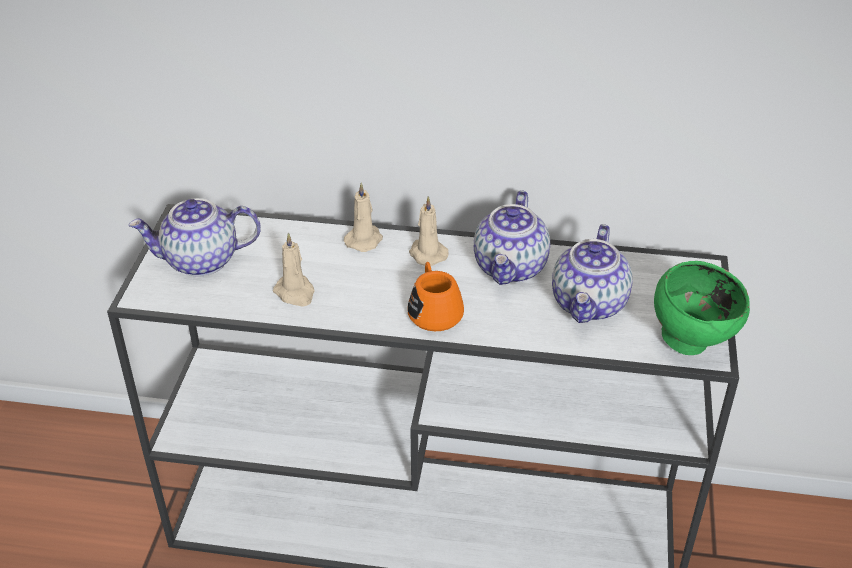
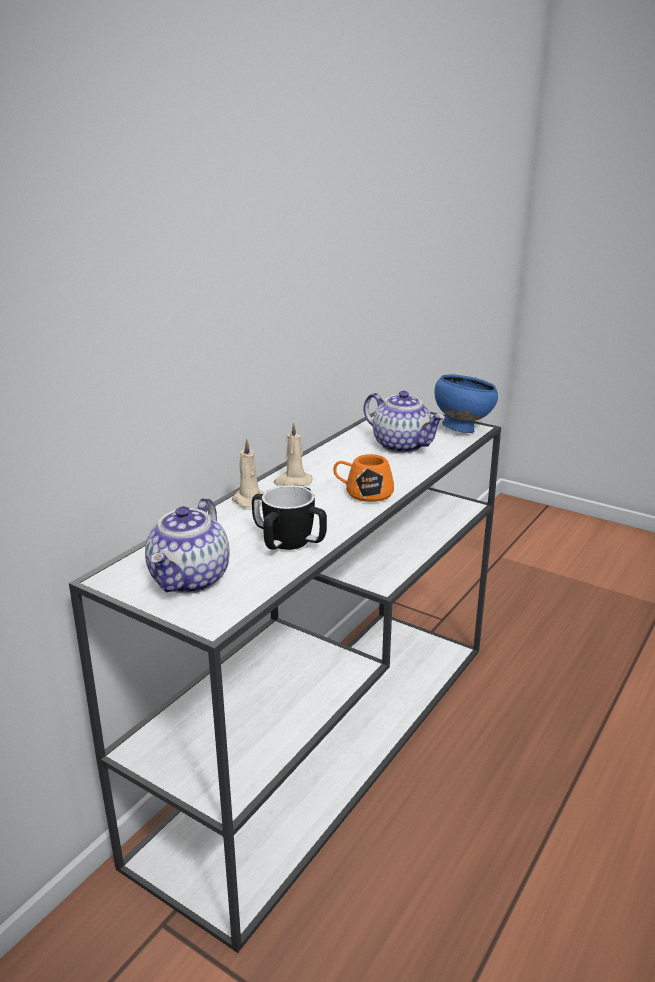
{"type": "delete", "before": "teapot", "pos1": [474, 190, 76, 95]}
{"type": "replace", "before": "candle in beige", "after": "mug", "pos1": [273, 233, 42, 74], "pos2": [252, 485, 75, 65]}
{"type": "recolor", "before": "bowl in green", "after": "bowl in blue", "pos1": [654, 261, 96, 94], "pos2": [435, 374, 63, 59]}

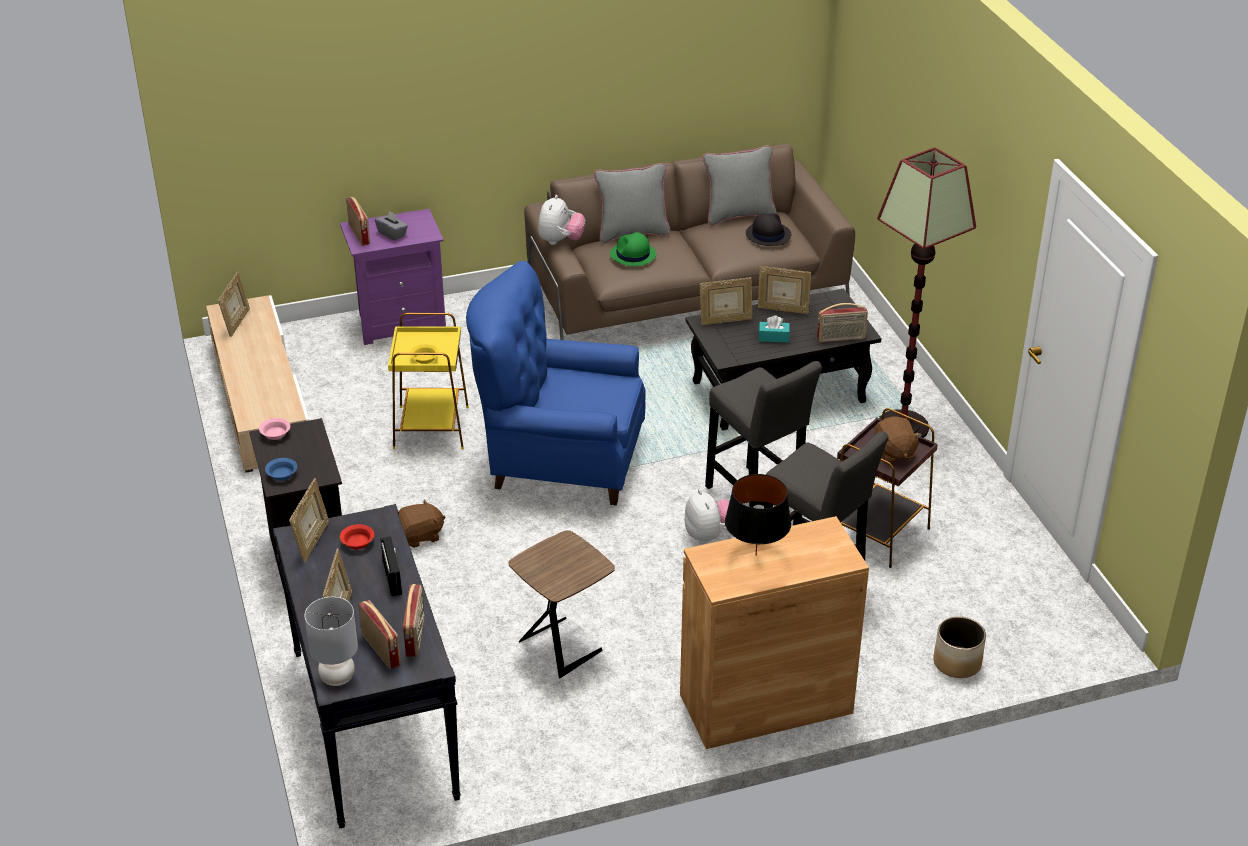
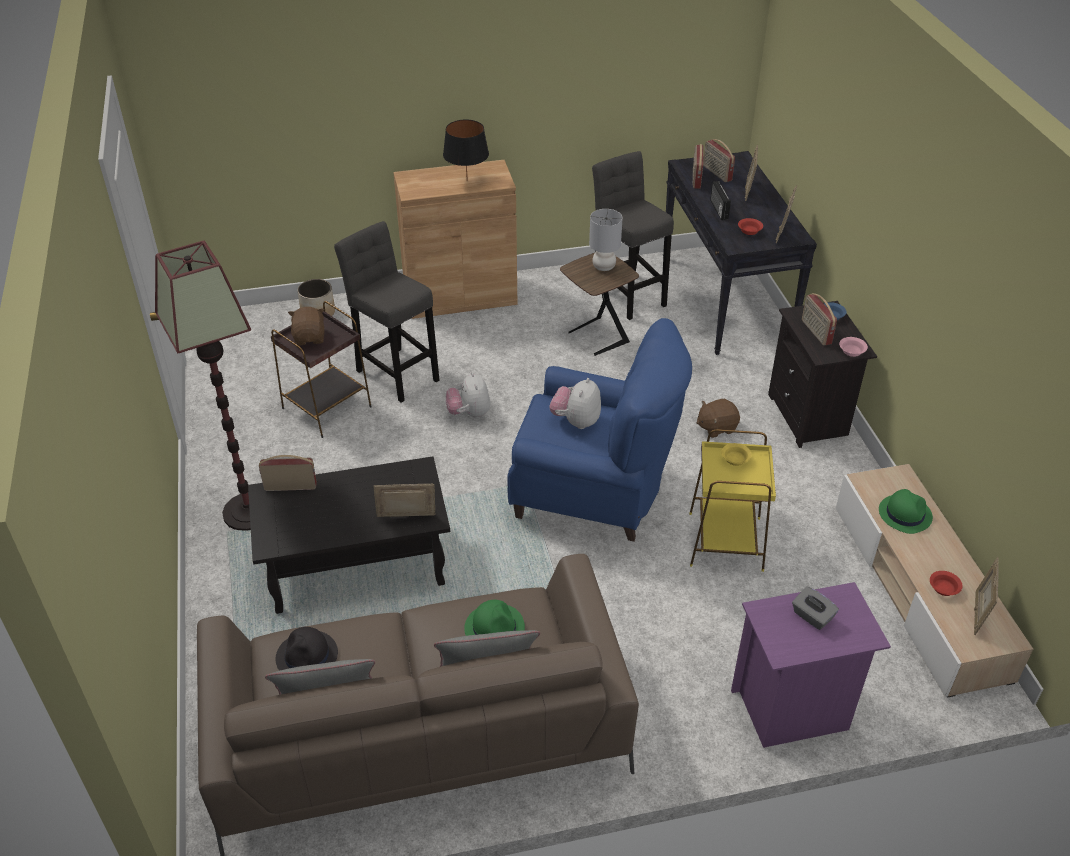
{"type": "move", "before": "plush toy", "pos1": [538, 195, 48, 50], "pos2": [549, 378, 52, 51]}
{"type": "move", "before": "radio", "pos1": [346, 197, 24, 49], "pos2": [802, 293, 35, 53]}
{"type": "delete", "before": "picture frame", "pos1": [758, 266, 53, 48]}
{"type": "delete", "before": "tissue box in turquoise", "pos1": [759, 315, 31, 28]}
{"type": "move", "before": "stool in grey", "pos1": [705, 361, 117, 147], "pos2": [592, 151, 82, 169]}
{"type": "move", "before": "table lamp in grey", "pos1": [304, 597, 54, 89], "pos2": [589, 209, 34, 62]}
{"type": "insert", "after": "hat in green", "pos2": [879, 489, 54, 45]}
{"type": "insert", "after": "bowl in red", "pos2": [930, 571, 33, 25]}

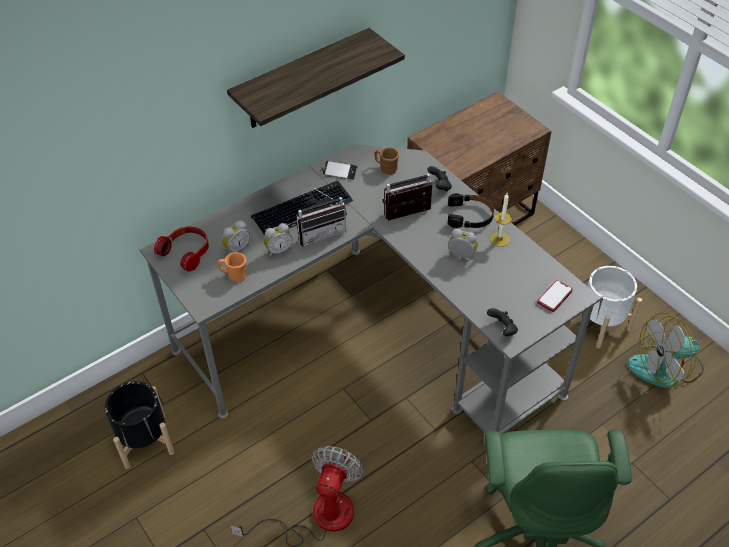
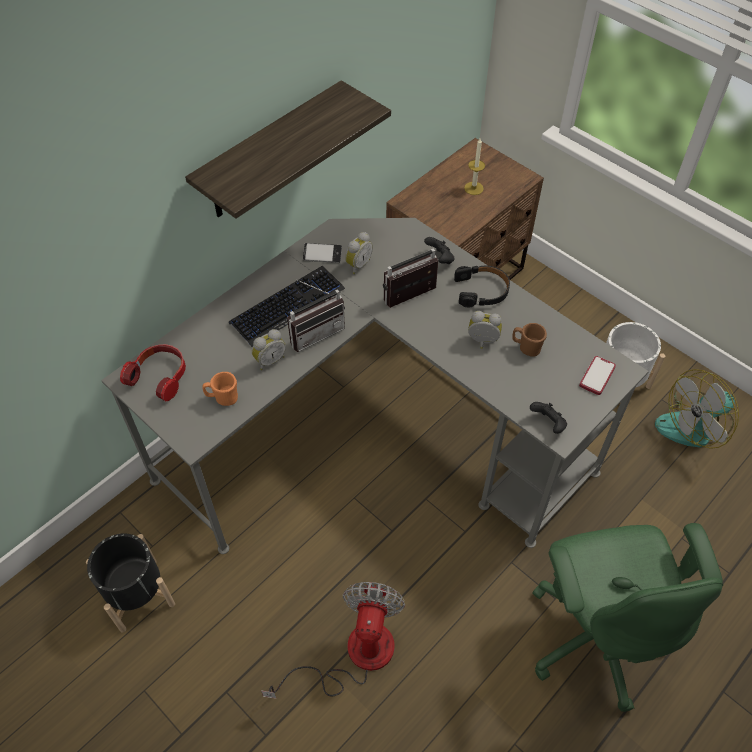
{"type": "move", "before": "mug in brown", "pos1": [375, 147, 24, 28], "pos2": [512, 323, 35, 34]}
{"type": "move", "before": "candle", "pos1": [490, 193, 22, 54], "pos2": [464, 138, 21, 57]}
{"type": "move", "before": "alarm clock", "pos1": [222, 220, 28, 33], "pos2": [345, 232, 28, 42]}

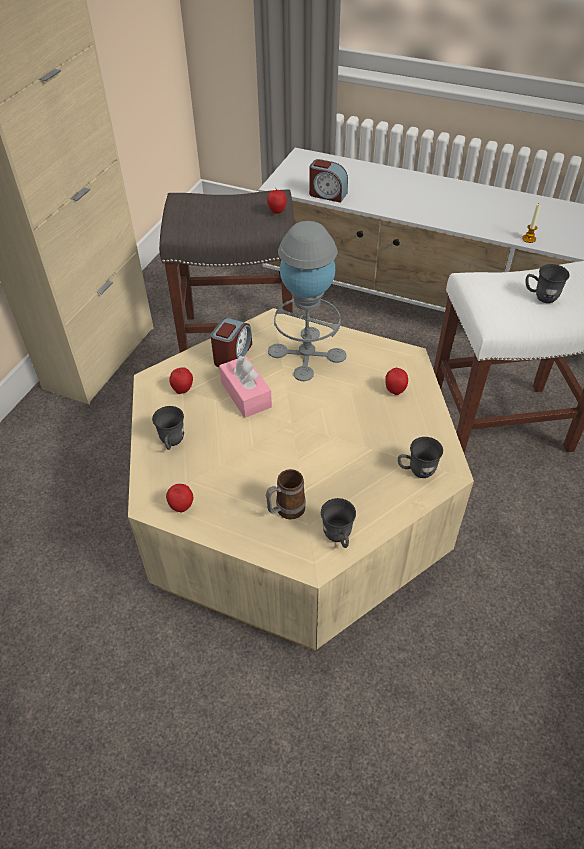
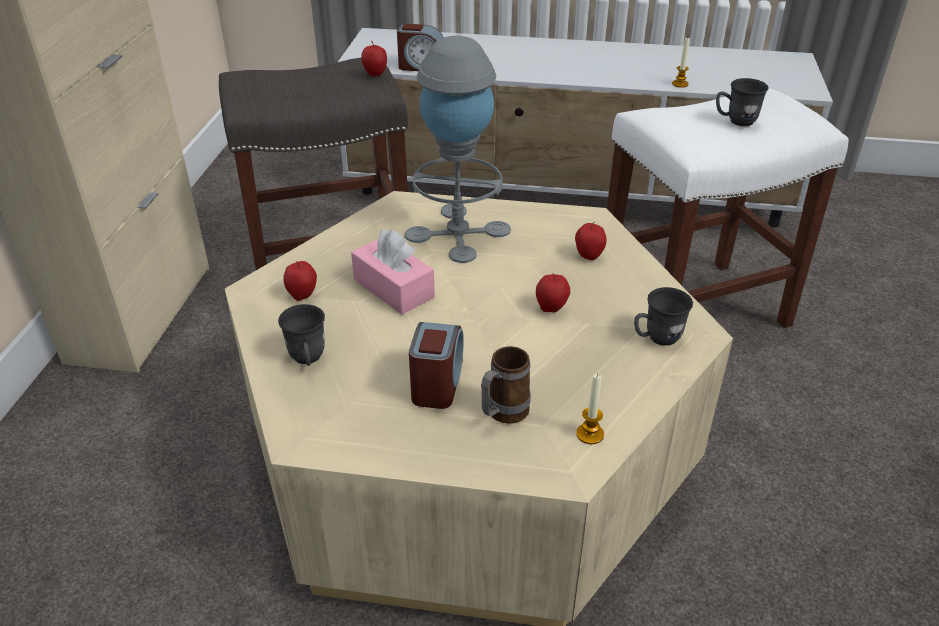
{"type": "move", "before": "alarm clock", "pos1": [211, 318, 41, 49], "pos2": [409, 322, 55, 87]}
{"type": "move", "before": "apple", "pos1": [166, 484, 27, 28], "pos2": [536, 273, 34, 39]}
{"type": "replace", "before": "mug in grey", "after": "candle", "pos1": [321, 498, 35, 50], "pos2": [576, 374, 28, 70]}

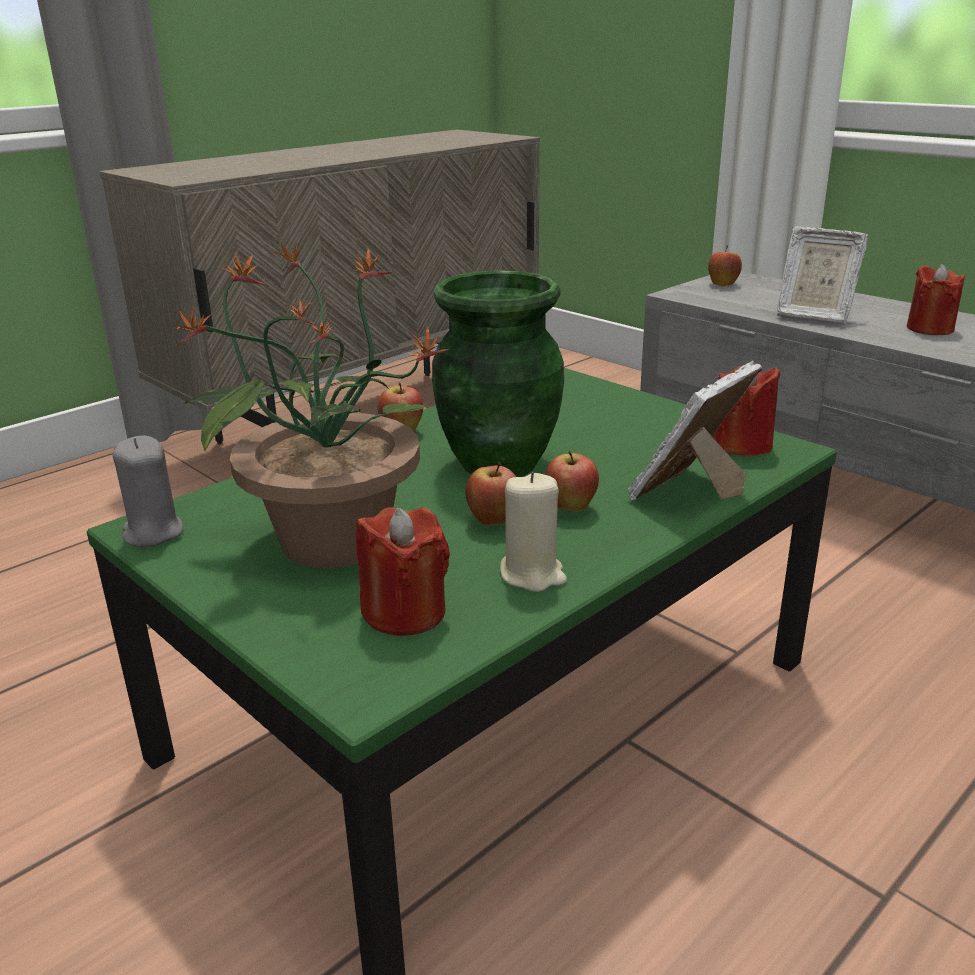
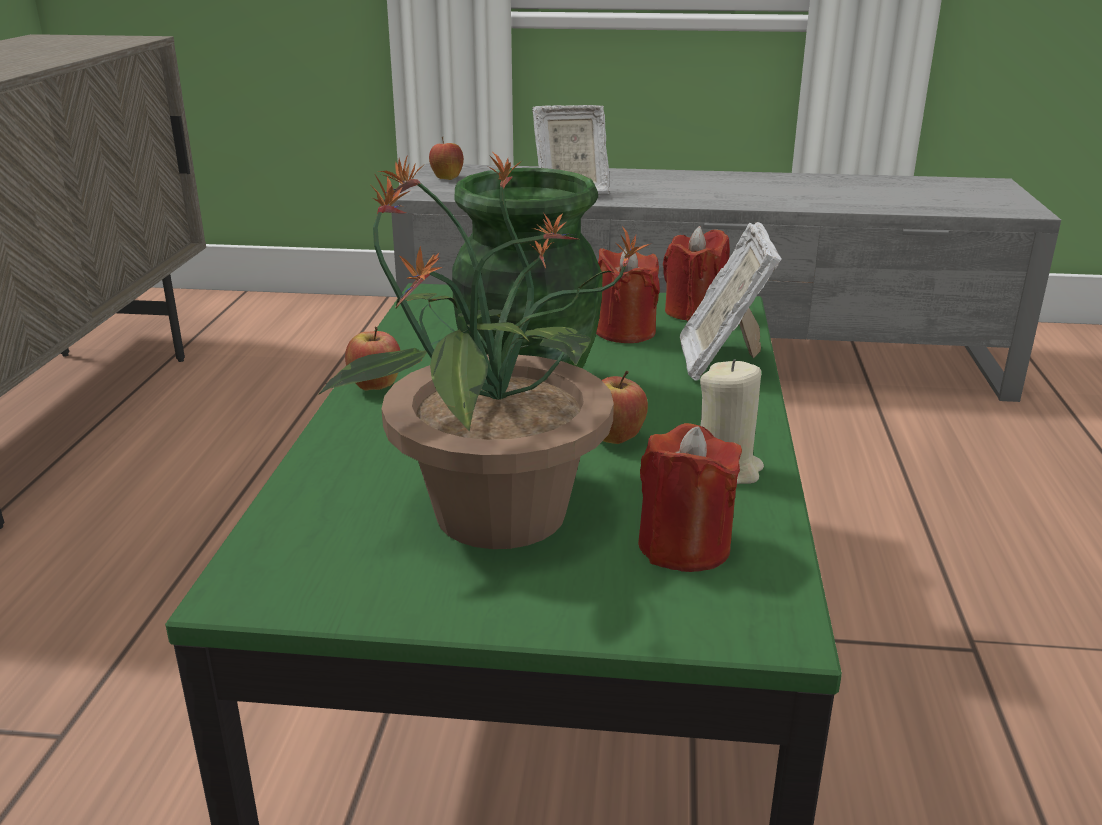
{"type": "move", "before": "candle in red", "pos1": [907, 264, 58, 71], "pos2": [596, 248, 64, 95]}
{"type": "delete", "before": "candle in grey", "pos1": [113, 436, 70, 111]}
{"type": "delete", "before": "apple", "pos1": [545, 451, 54, 61]}

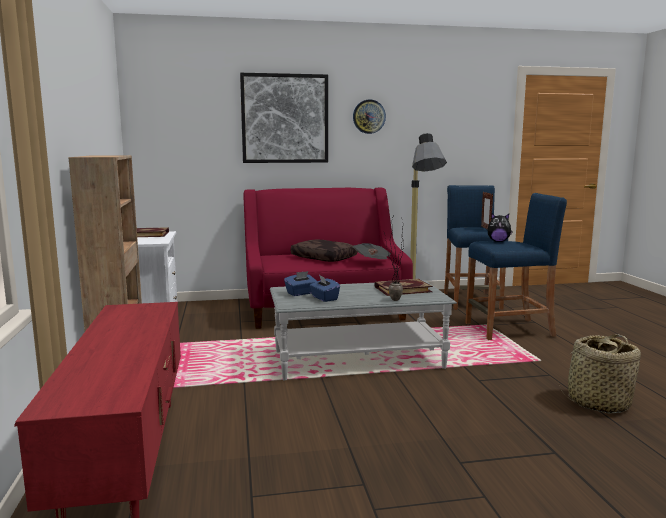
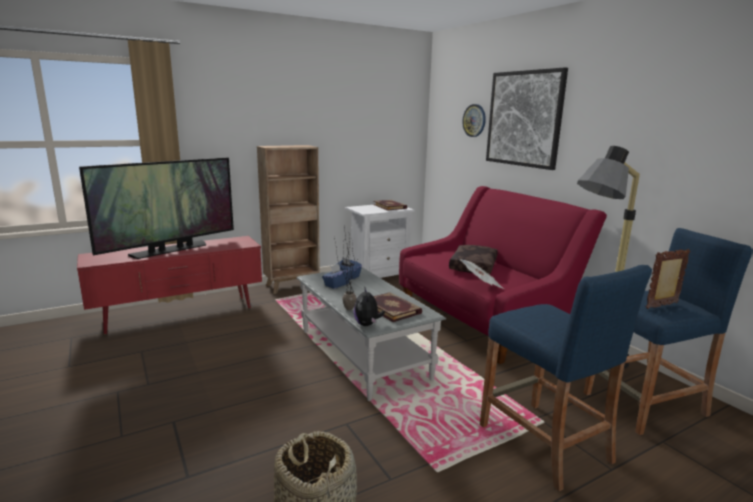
{"type": "move", "before": "wall clock", "pos1": [353, 100, 33, 34], "pos2": [462, 104, 24, 33]}
{"type": "move", "before": "plush toy", "pos1": [487, 213, 26, 29], "pos2": [354, 286, 31, 40]}
{"type": "insert", "after": "television", "pos2": [79, 158, 155, 101]}

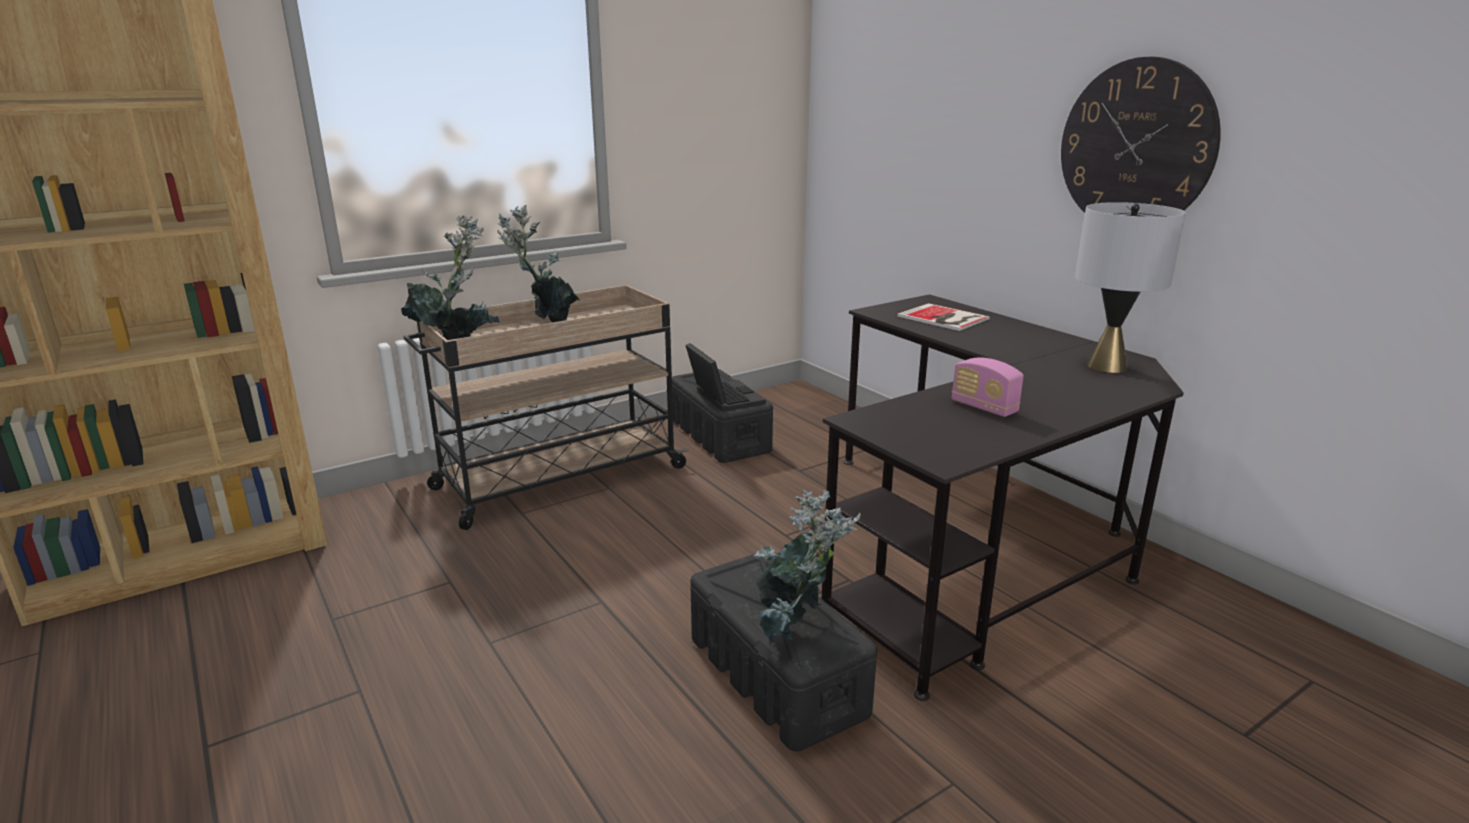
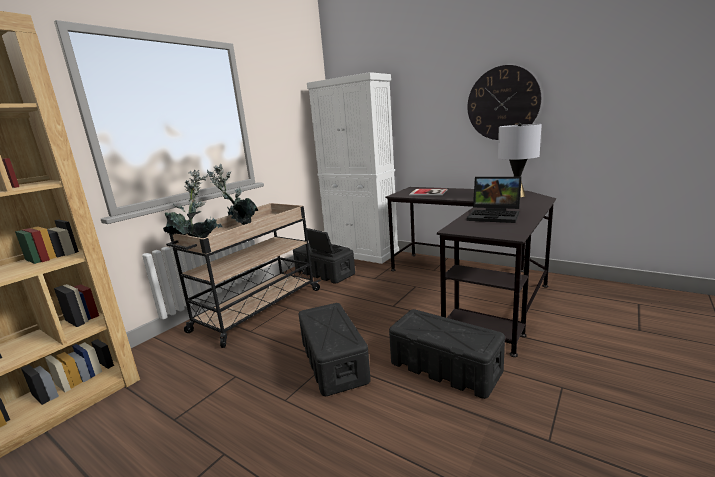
{"type": "replace", "before": "radio", "after": "laptop", "pos1": [952, 357, 72, 60], "pos2": [467, 176, 55, 47]}
{"type": "delete", "before": "potted plant", "pos1": [754, 488, 107, 157]}
{"type": "insert", "after": "cabinet in white", "pos2": [307, 72, 92, 192]}
{"type": "insert", "after": "storage box in black", "pos2": [299, 303, 72, 93]}

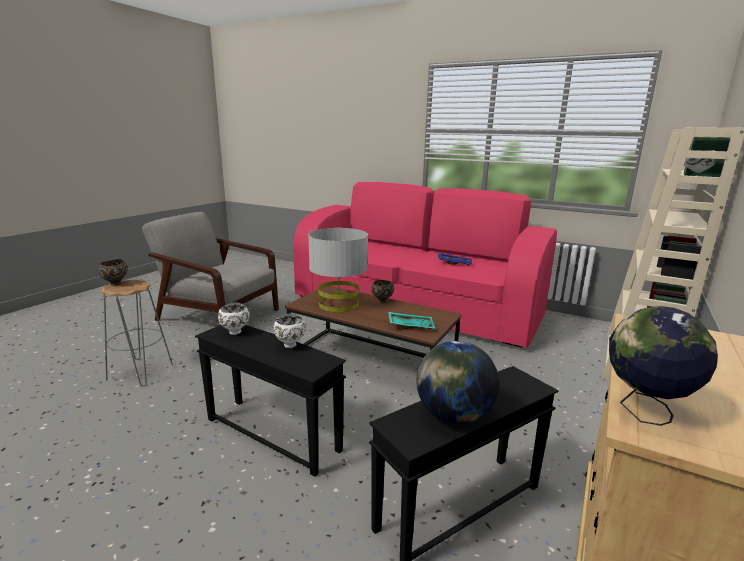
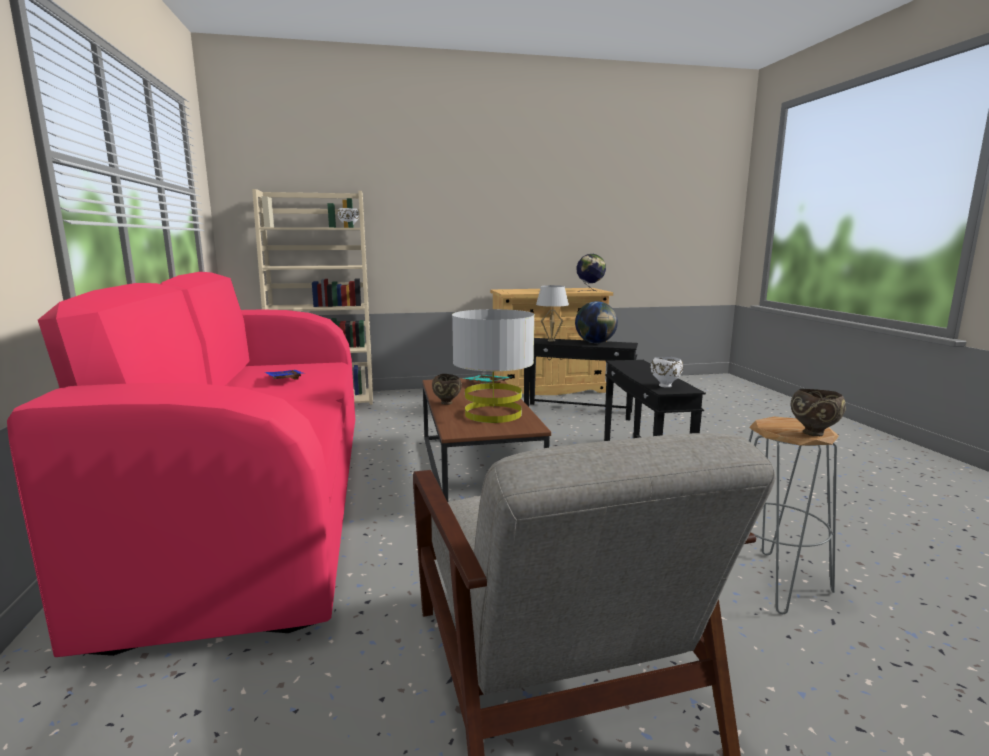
{"type": "delete", "before": "bowl in white", "pos1": [274, 314, 32, 34]}
{"type": "insert", "after": "table lamp in white", "pos2": [536, 285, 33, 56]}

